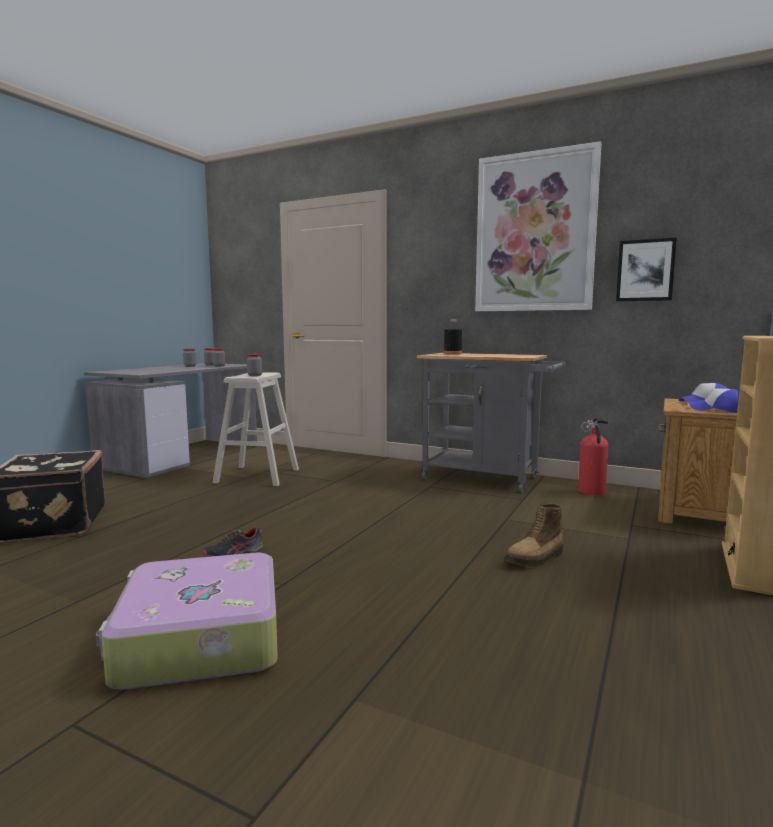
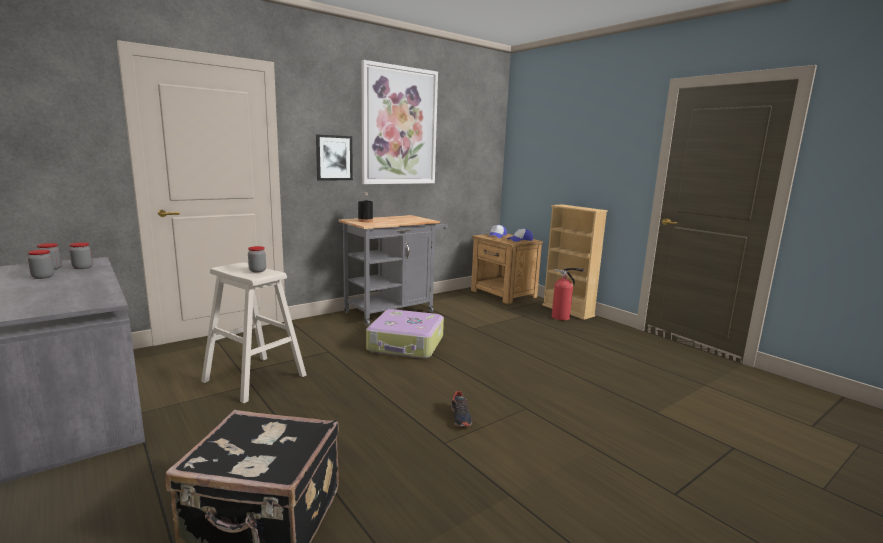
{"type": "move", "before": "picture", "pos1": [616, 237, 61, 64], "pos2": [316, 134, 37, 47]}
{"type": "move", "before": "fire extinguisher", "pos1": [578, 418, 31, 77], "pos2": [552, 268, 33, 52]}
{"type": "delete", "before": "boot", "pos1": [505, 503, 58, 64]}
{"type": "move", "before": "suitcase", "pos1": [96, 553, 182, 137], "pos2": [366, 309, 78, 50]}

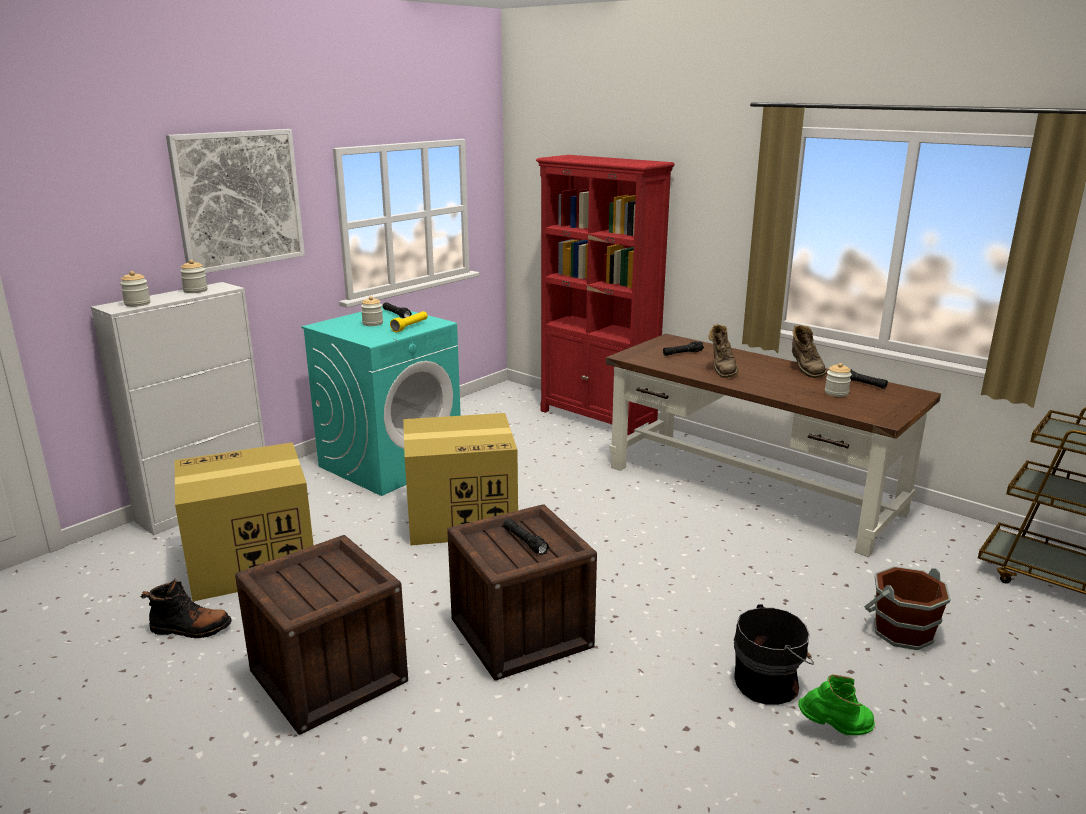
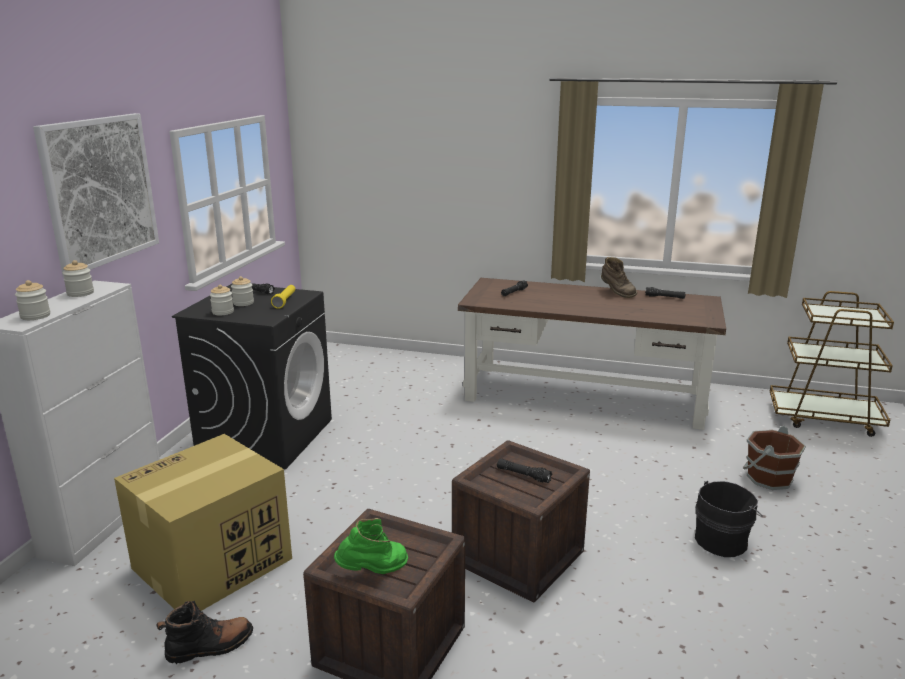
{"type": "delete", "before": "bookcase in red", "pos1": [536, 155, 139, 281]}
{"type": "recolor", "before": "washing machine in turquoise", "after": "washing machine in black", "pos1": [301, 306, 160, 190], "pos2": [172, 284, 160, 185]}
{"type": "delete", "before": "boot in brown", "pos1": [708, 324, 30, 54]}
{"type": "move", "before": "jar", "pos1": [825, 363, 27, 34], "pos2": [210, 285, 24, 30]}
{"type": "delete", "before": "cardboard box", "pos1": [403, 413, 115, 132]}
{"type": "move", "before": "boot in green", "pos1": [798, 674, 77, 61], "pos2": [334, 518, 74, 56]}

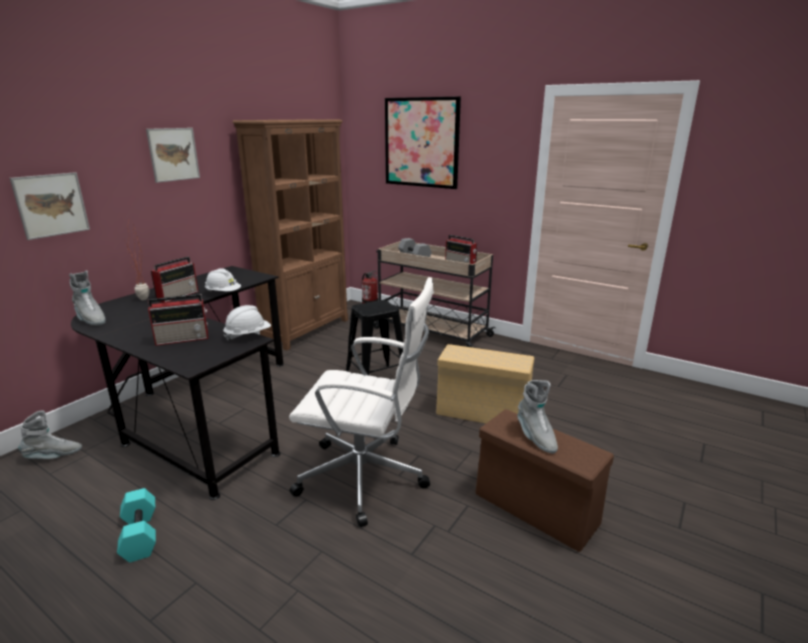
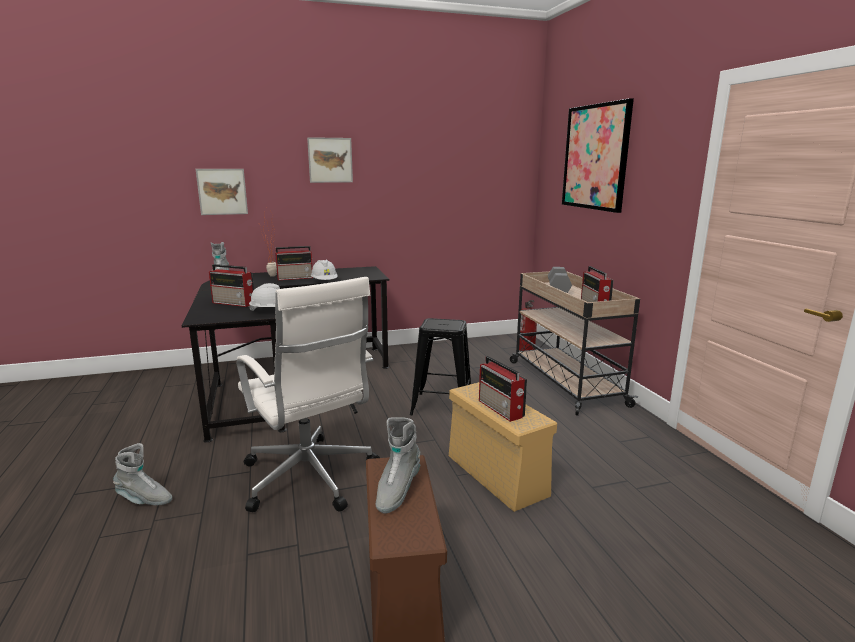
{"type": "delete", "before": "bookcase in brown", "pos1": [233, 119, 115, 231]}
{"type": "move", "before": "boot in grey", "pos1": [19, 411, 63, 48], "pos2": [113, 443, 59, 62]}
{"type": "delete", "before": "dumbbell in turquoise", "pos1": [117, 488, 39, 74]}
{"type": "insert", "after": "radio", "pos2": [479, 356, 48, 66]}

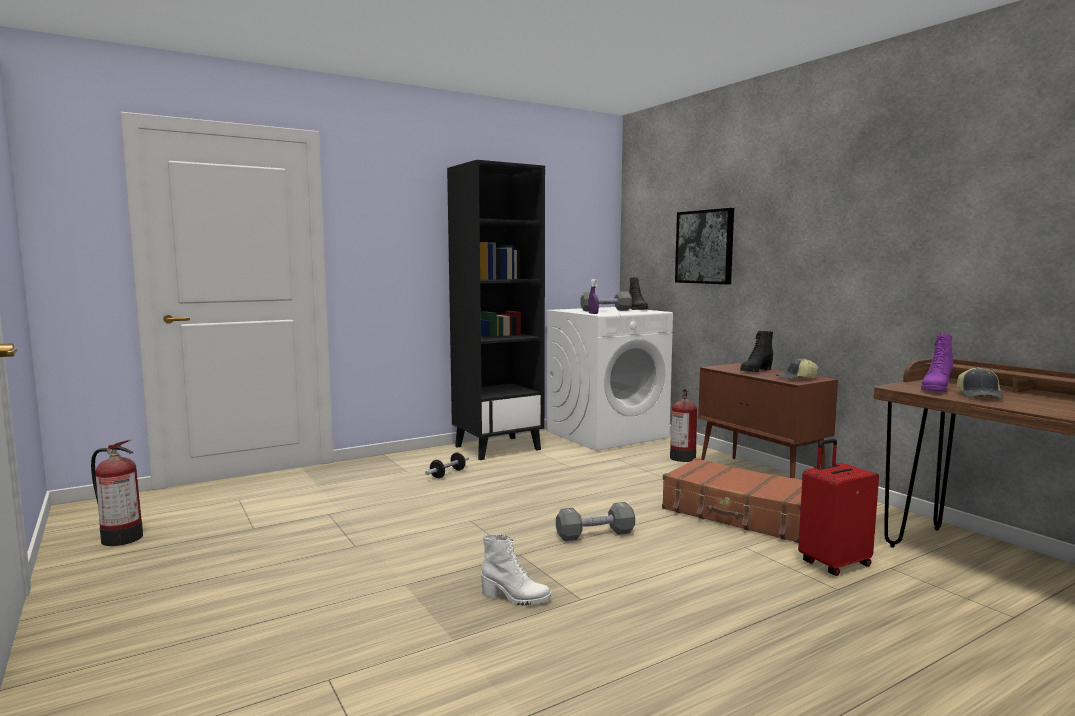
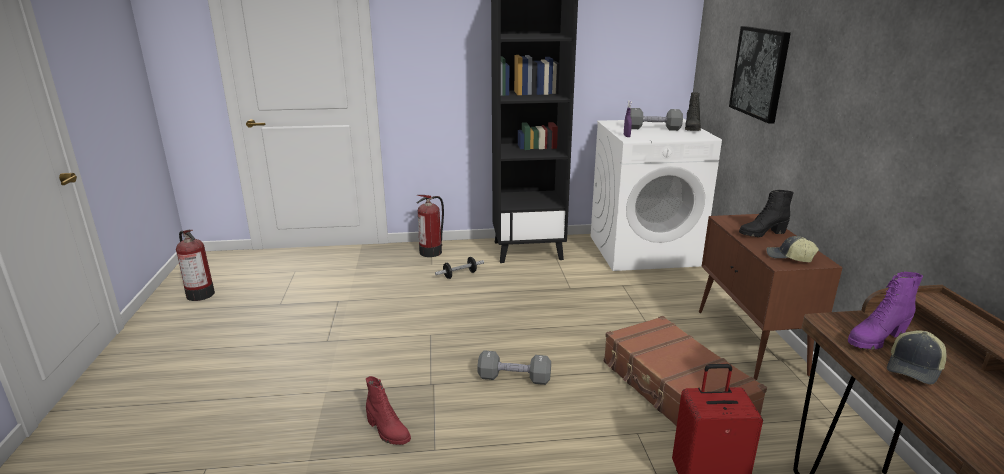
{"type": "move", "before": "fire extinguisher", "pos1": [670, 389, 27, 73], "pos2": [417, 195, 27, 62]}
{"type": "recolor", "before": "boot in white", "after": "boot in red", "pos1": [481, 534, 70, 72], "pos2": [366, 376, 45, 69]}

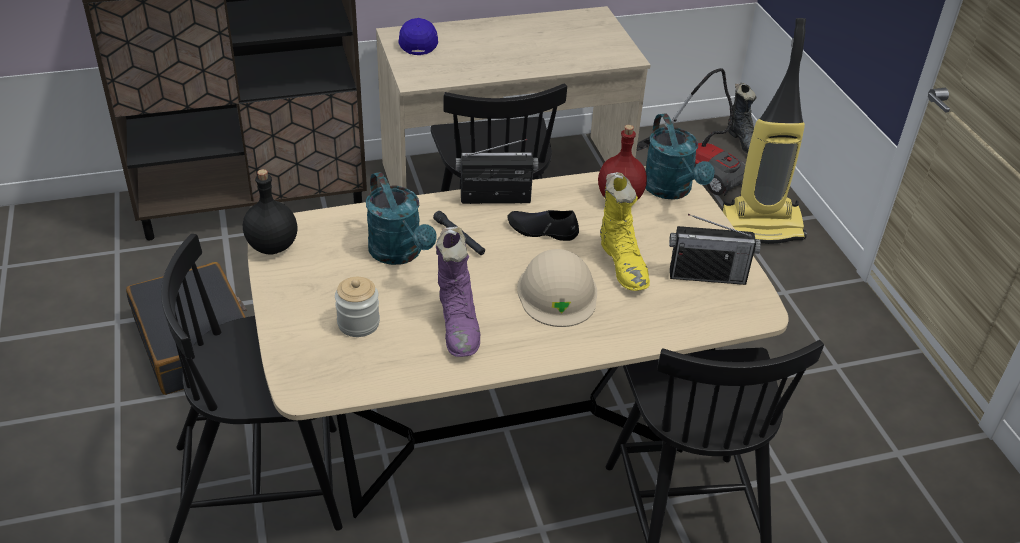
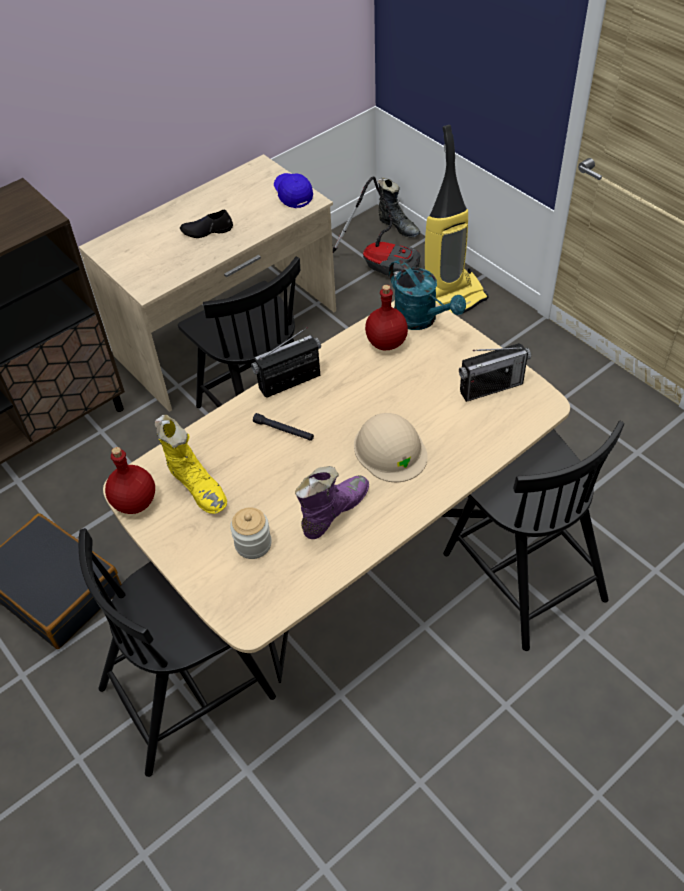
{"type": "move", "before": "cap in blue", "pos1": [398, 18, 40, 37], "pos2": [274, 173, 39, 35]}
{"type": "recolor", "before": "bottle in black", "after": "bottle in red", "pos1": [243, 169, 54, 85], "pos2": [105, 447, 50, 67]}
{"type": "delete", "before": "watering can in turquoise", "pos1": [366, 172, 70, 93]}
{"type": "move", "before": "boot in yellow", "pos1": [600, 172, 50, 119], "pos2": [155, 415, 72, 99]}
{"type": "move", "before": "shoe in black", "pos1": [507, 210, 72, 31], "pos2": [180, 210, 53, 28]}
{"type": "rotate", "before": "boot in purple", "pos1": [436, 227, 44, 130], "pos2": [295, 466, 74, 73], "turn": -105}

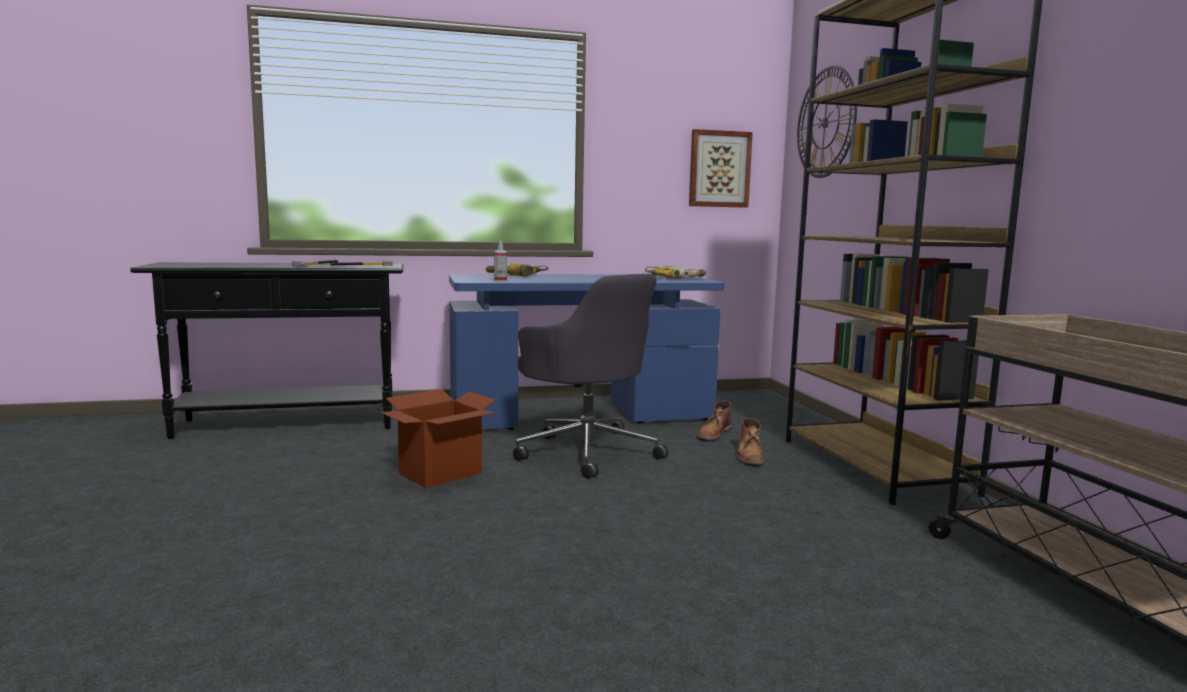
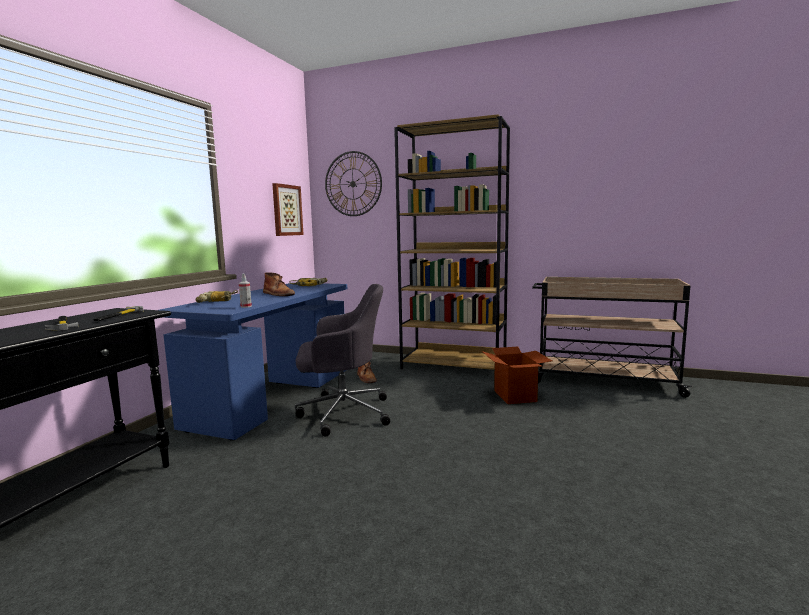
{"type": "move", "before": "cardboard box", "pos1": [380, 389, 116, 99], "pos2": [482, 347, 70, 57]}
{"type": "move", "before": "boot in brown", "pos1": [737, 418, 27, 48], "pos2": [263, 272, 32, 24]}

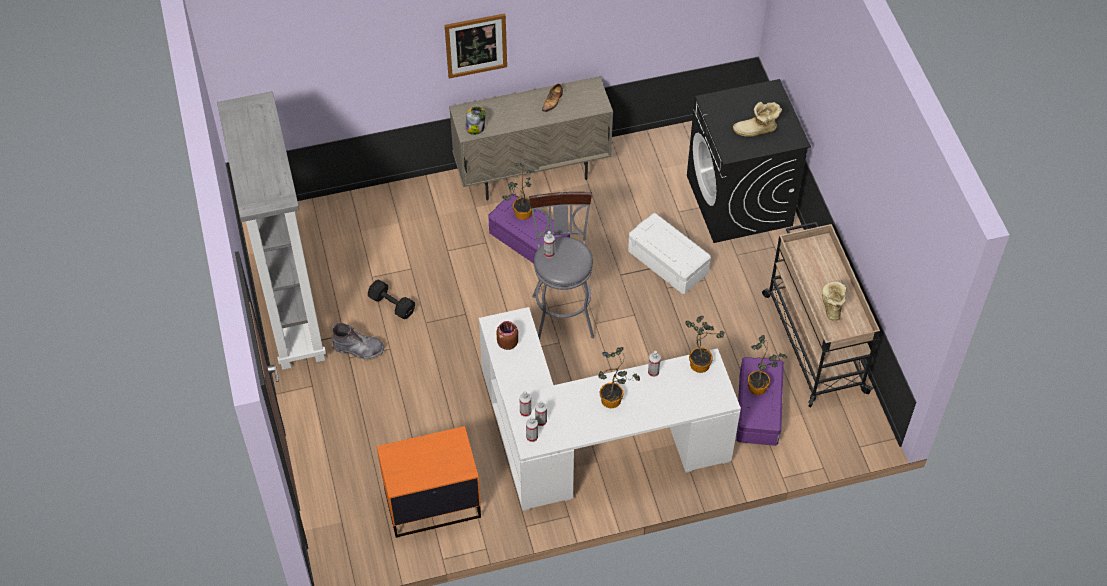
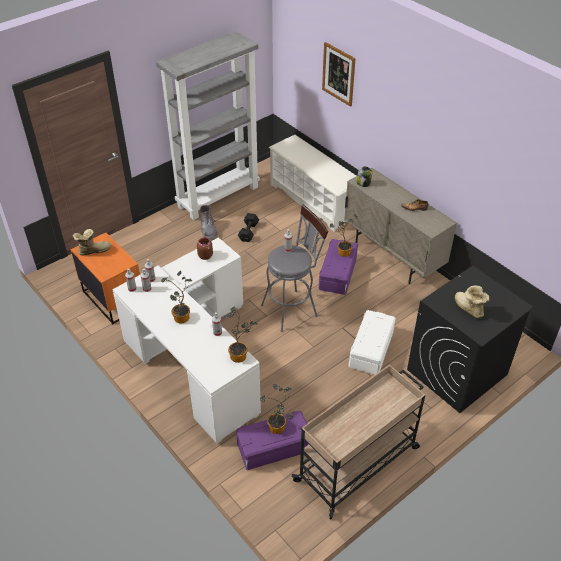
{"type": "move", "before": "picture", "pos1": [445, 13, 62, 66], "pos2": [322, 42, 34, 65]}
{"type": "move", "before": "boot", "pos1": [822, 281, 24, 40], "pos2": [72, 229, 39, 27]}
{"type": "insert", "after": "shoe rack in white", "pos2": [268, 135, 88, 97]}

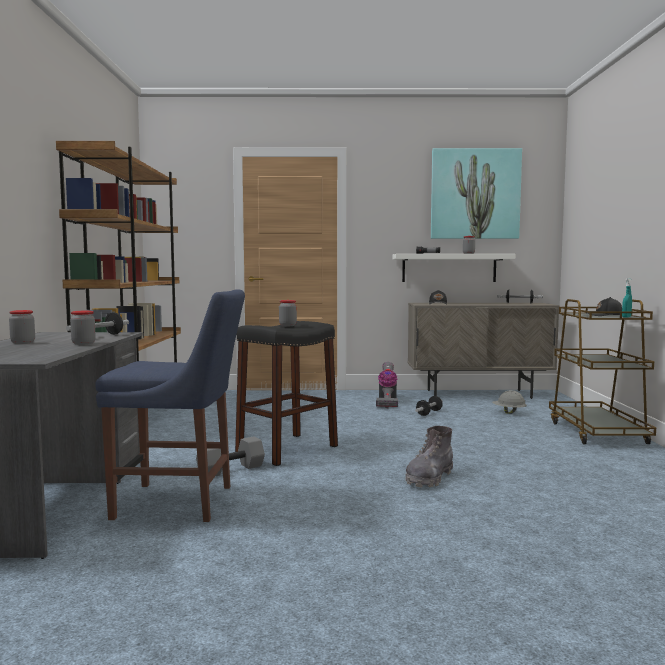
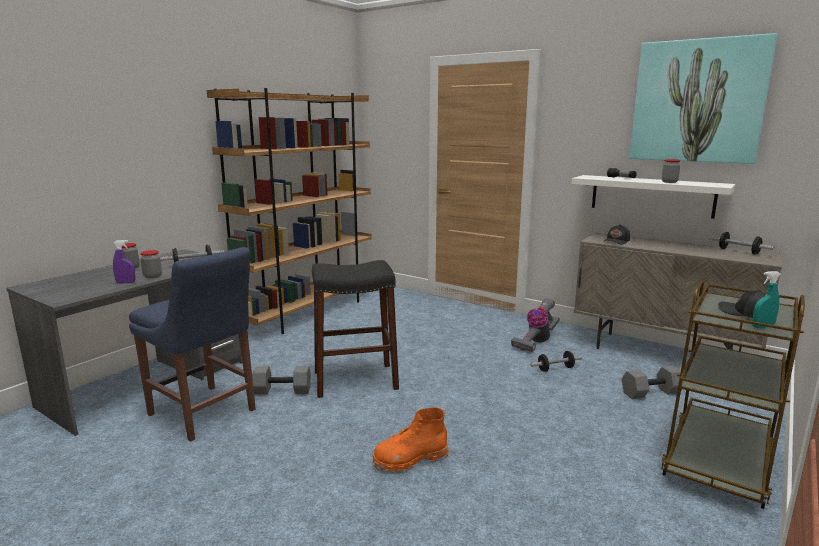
{"type": "delete", "before": "jar", "pos1": [279, 300, 18, 26]}
{"type": "replace", "before": "hard hat in grey", "after": "dumbbell in grey", "pos1": [492, 390, 35, 24], "pos2": [622, 366, 60, 33]}
{"type": "recolor", "before": "boot in grey", "after": "boot in orange", "pos1": [405, 426, 48, 61], "pos2": [373, 407, 76, 66]}
{"type": "insert", "after": "spray bottle in purple", "pos2": [113, 240, 22, 44]}

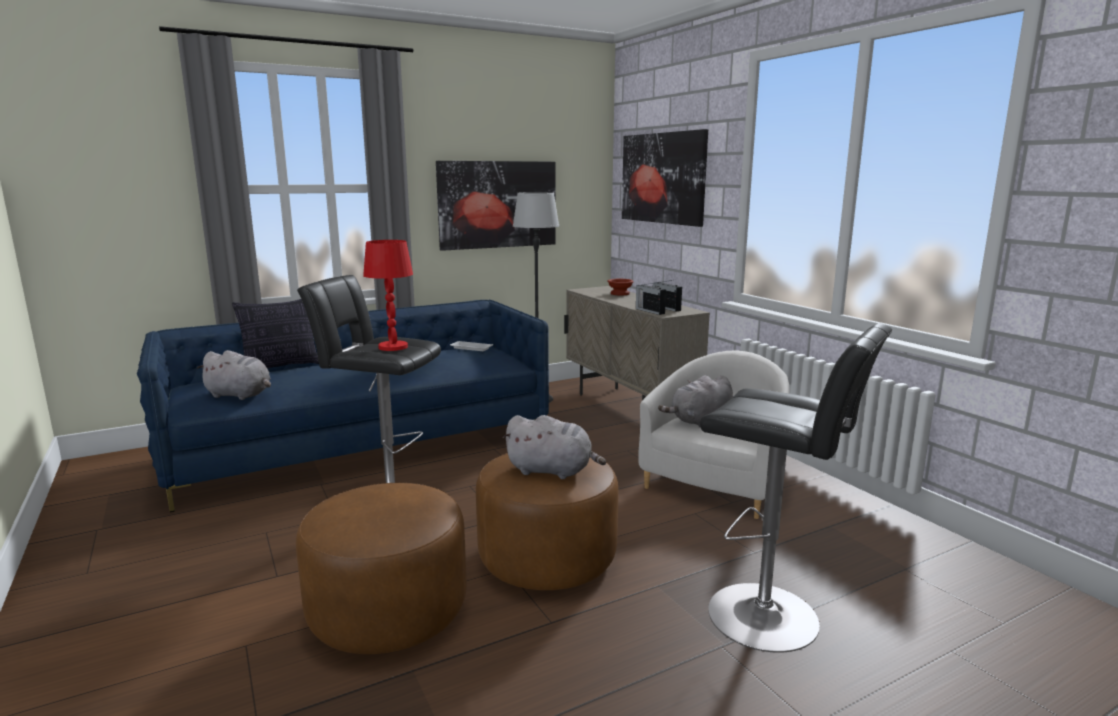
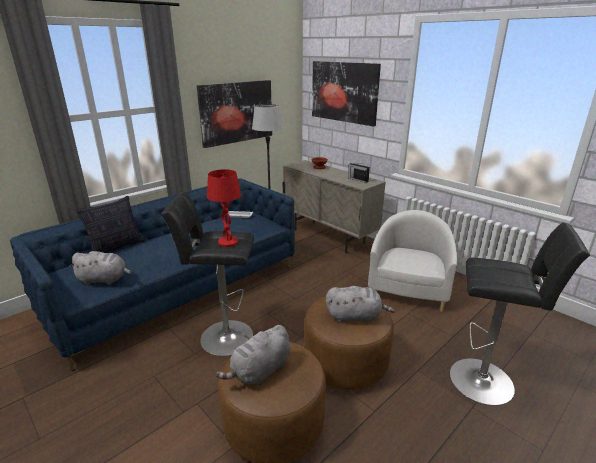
{"type": "delete", "before": "radio", "pos1": [636, 282, 30, 33]}
{"type": "move", "before": "plush toy in grey", "pos1": [658, 375, 75, 53], "pos2": [215, 325, 75, 61]}

